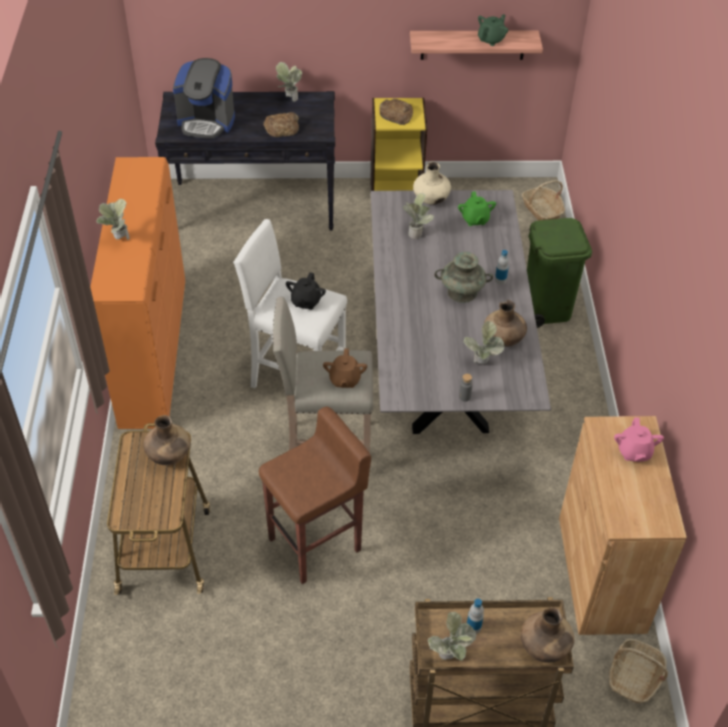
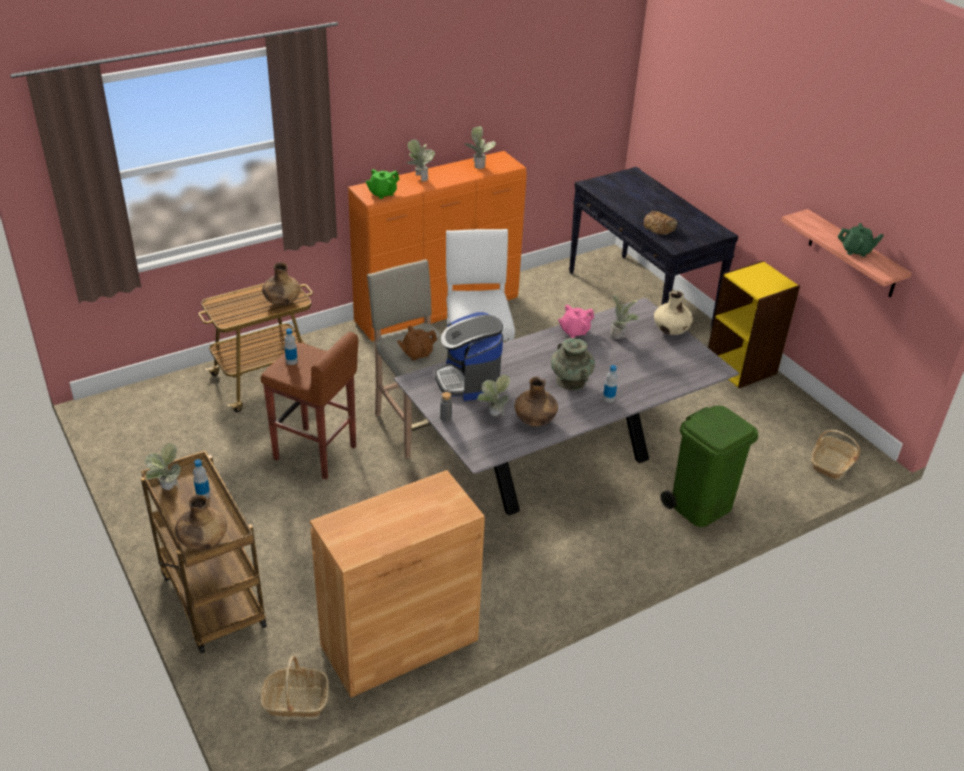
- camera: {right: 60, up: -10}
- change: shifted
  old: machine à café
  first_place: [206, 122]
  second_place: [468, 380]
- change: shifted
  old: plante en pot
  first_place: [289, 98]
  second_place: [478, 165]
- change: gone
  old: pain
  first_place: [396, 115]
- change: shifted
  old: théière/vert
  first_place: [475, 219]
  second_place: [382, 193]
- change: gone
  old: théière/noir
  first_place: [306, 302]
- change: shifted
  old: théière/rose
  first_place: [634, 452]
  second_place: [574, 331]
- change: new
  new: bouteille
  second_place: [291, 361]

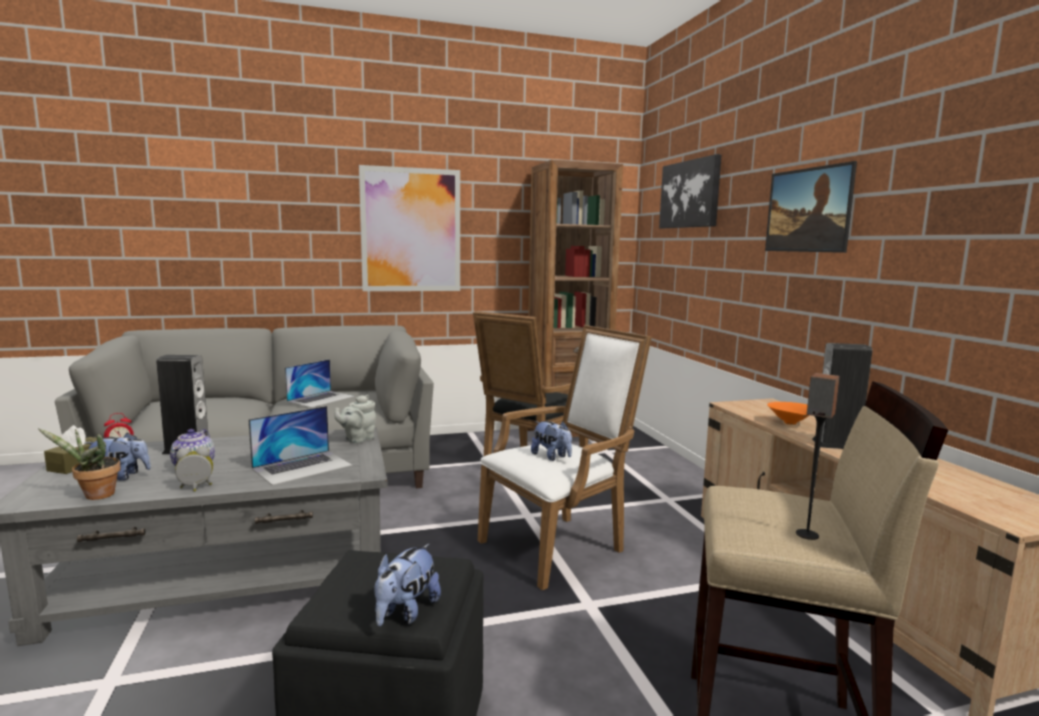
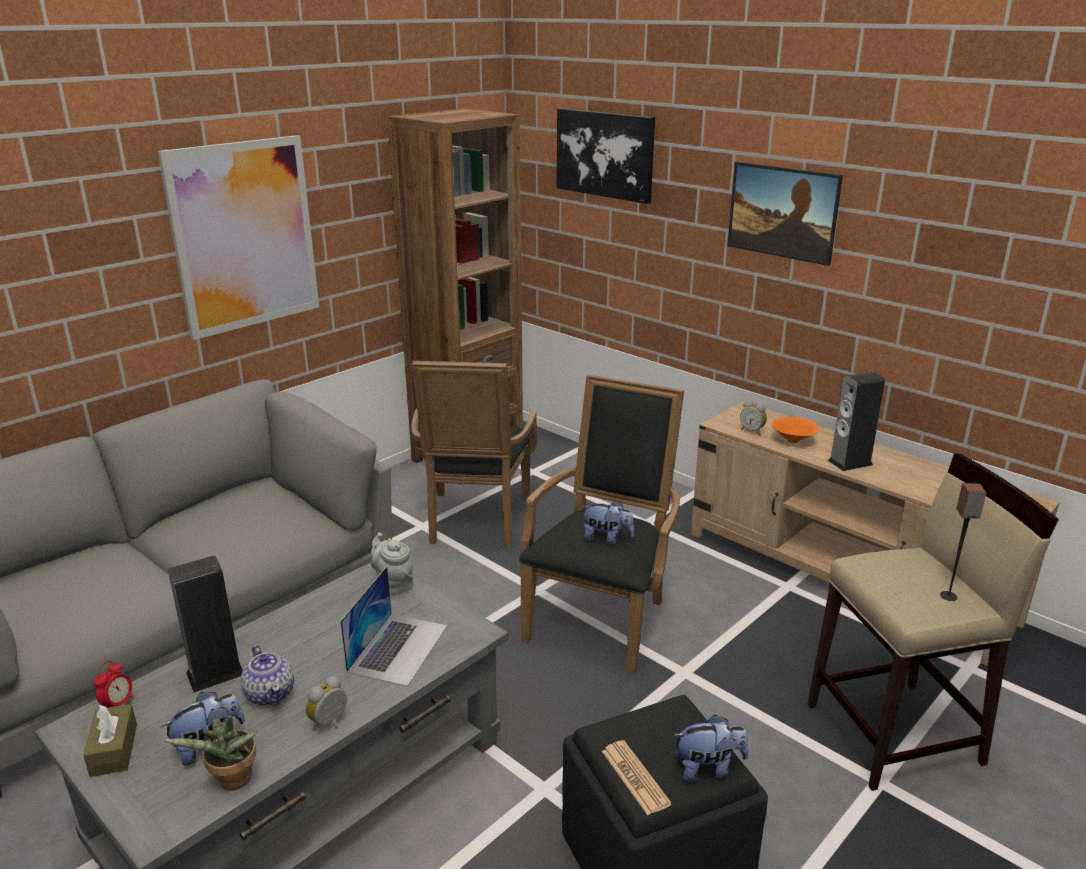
- camera: {right: -30, up: 15}
- change: repainted
  old: fauteuil/blanc
  new: fauteuil/noir
  first_place: [560, 545]
  second_place: [602, 616]
- change: gone
  old: ordinateur portable
  first_place: [321, 399]
- change: rotated
  old: théière/gris
  first_place: [357, 439]
  second_place: [393, 583]
  degrees: 135
- change: rotated
  old: peluche
  first_place: [405, 612]
  second_place: [708, 768]
  degrees: -90
- change: new
  new: réveil
  second_place: [752, 431]
- change: new
  new: journal
  second_place: [635, 777]

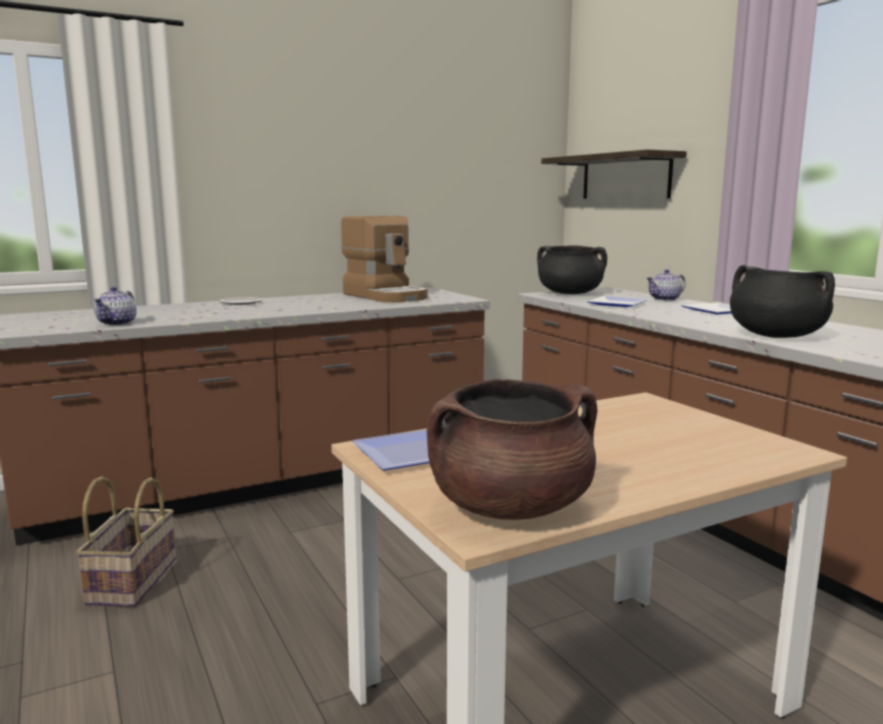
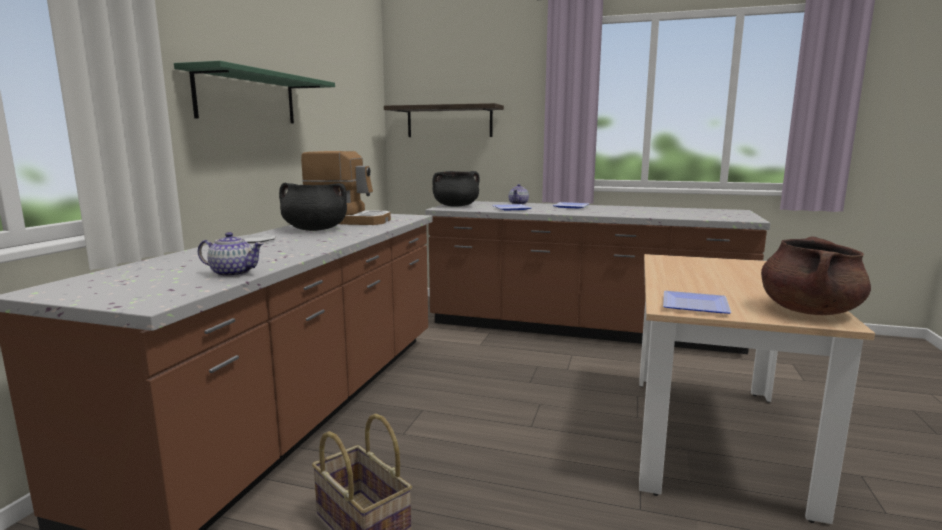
- camera: {right: -45, up: 0}
- change: shifted
  old: marmite/noir
  first_place: [775, 336]
  second_place: [315, 229]
- change: rotated
  old: théière
  first_place: [117, 323]
  second_place: [233, 273]
  degrees: -45
- change: new
  new: étagère/vert
  second_place: [247, 98]

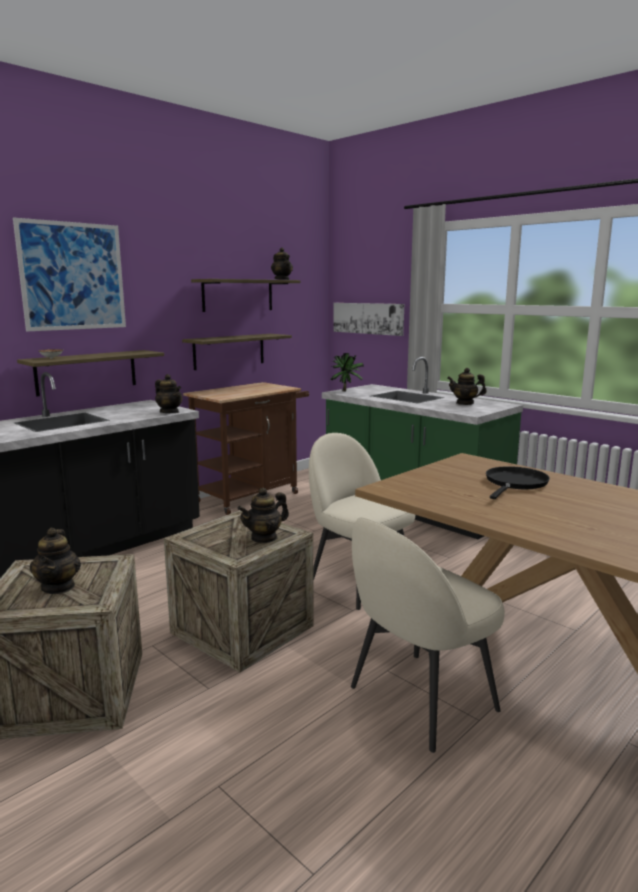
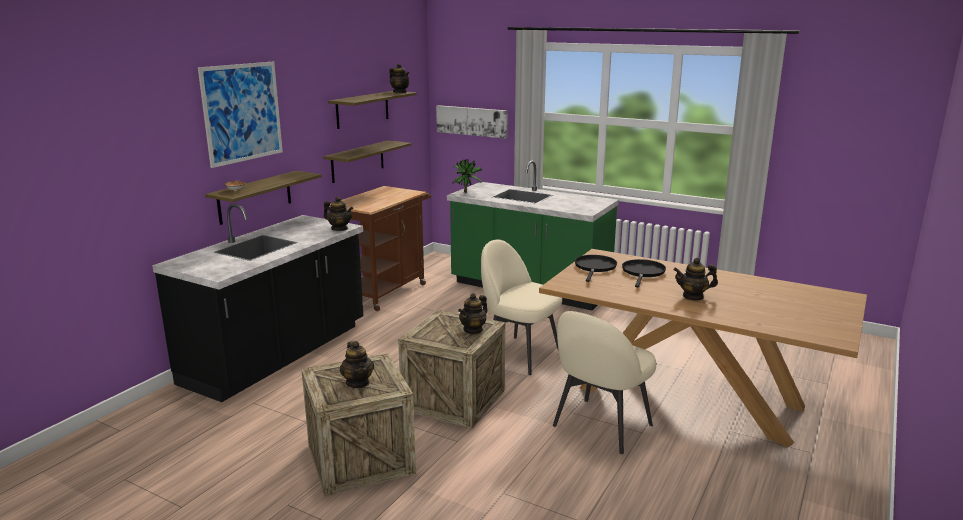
- camera: {right: -15, up: 5}
- change: shifted
  old: théière
  first_place: [465, 403]
  second_place: [693, 296]
- change: new
  new: poêle/noir
  second_place: [595, 267]

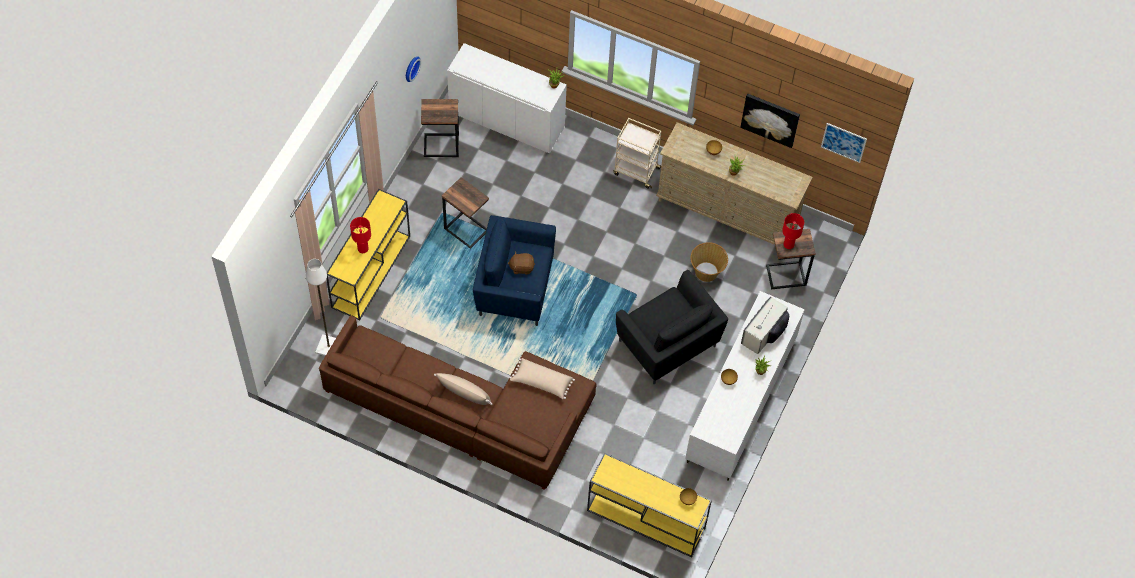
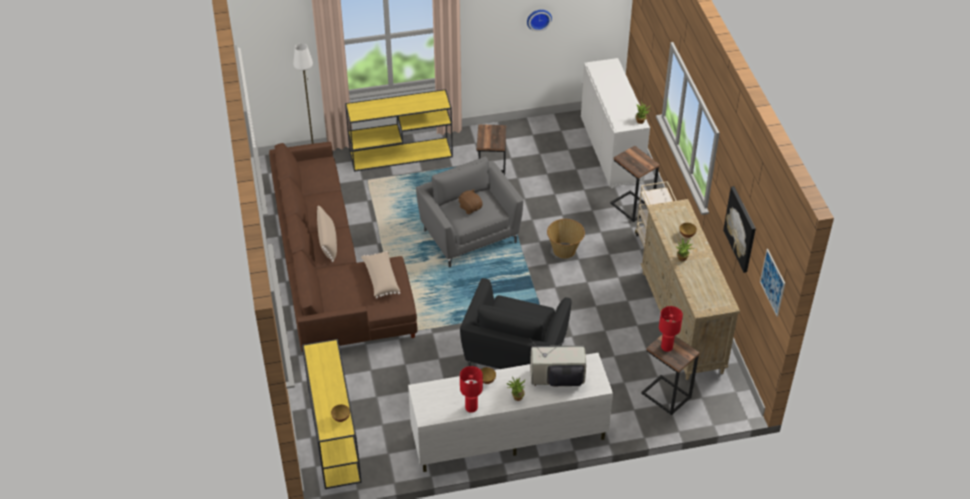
- camera: {right: 55, up: -15}
- change: shifted
  old: table d'appoint
  first_place: [441, 146]
  second_place: [631, 207]
- change: repainted
  old: fauteuil/bleu
  new: fauteuil/gris
  first_place: [514, 287]
  second_place: [469, 235]
- change: shifted
  old: lampe de table/rouge
  first_place: [363, 248]
  second_place: [471, 408]
- change: shifted
  old: panier
  first_place: [707, 271]
  second_place: [564, 250]

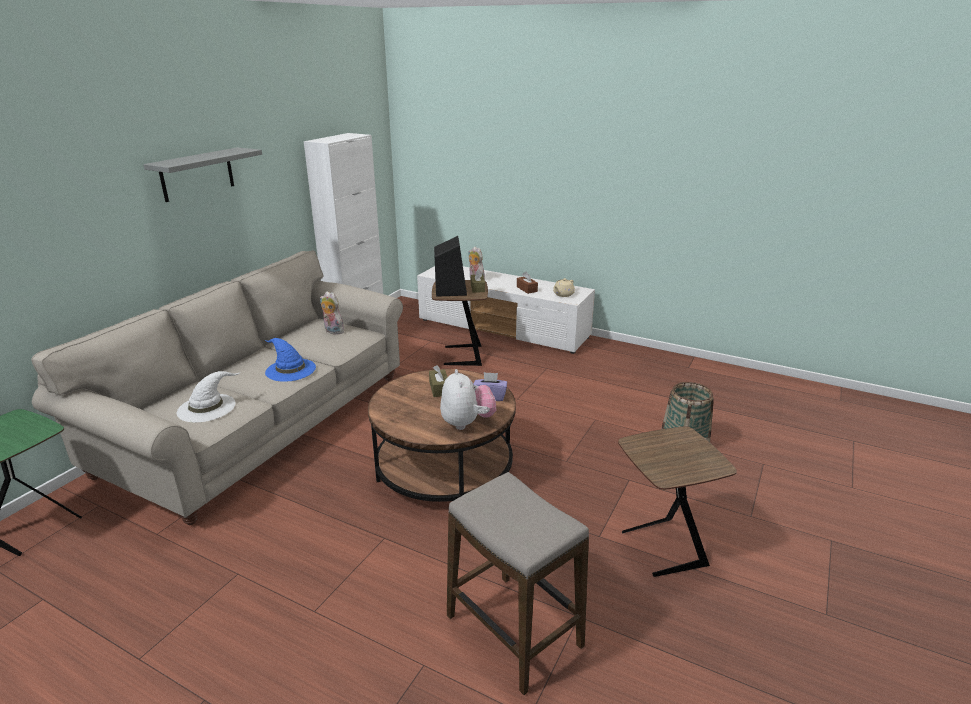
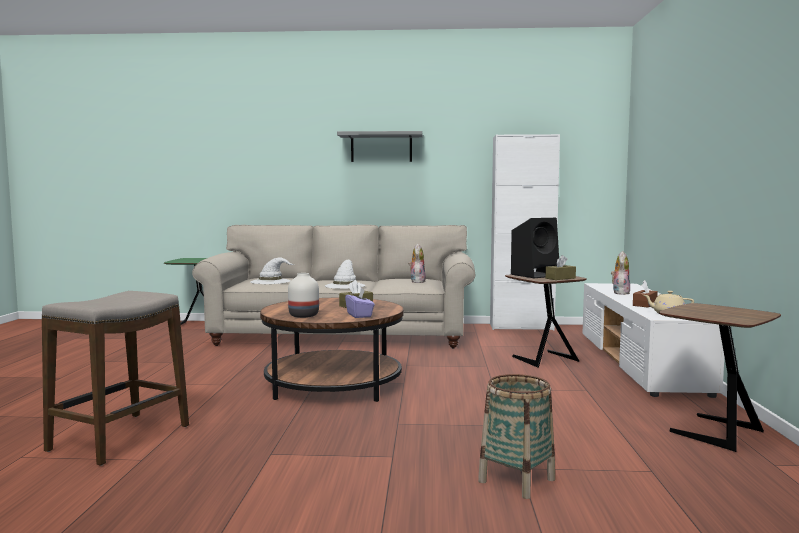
- camera: {right: 65, up: -20}
- change: repainted
  old: chapeau/bleu
  new: chapeau/blanc
  first_place: [290, 369]
  second_place: [344, 285]
- change: swapped
  old: peluche
  new: vase/blanc
  first_place: [467, 423]
  second_place: [304, 315]
- change: shifted
  old: table d'appoint/marron
  first_place: [661, 549]
  second_place: [712, 432]

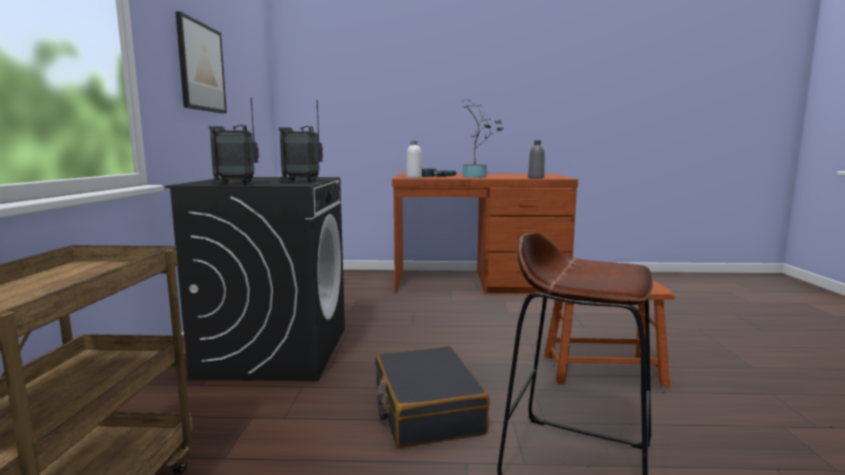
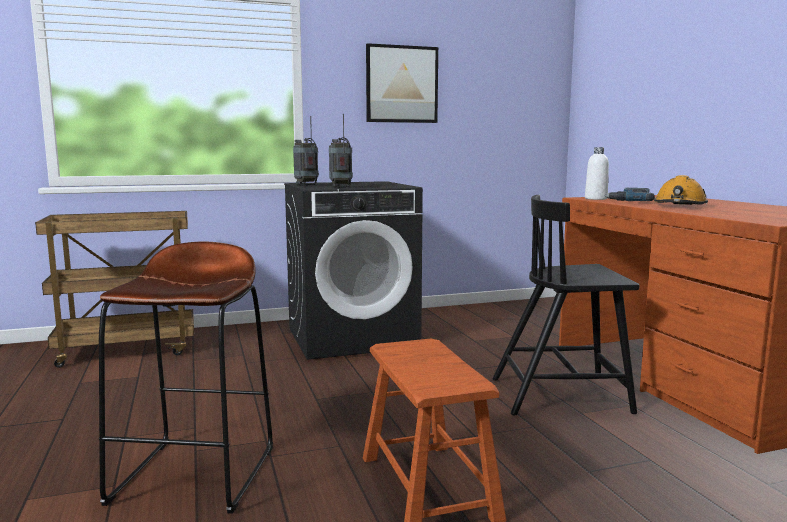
- camera: {right: 70, up: 0}
- change: swapped
  old: plante en pot
  new: casque de chantier/orange
  first_place: [477, 176]
  second_place: [679, 206]
- change: gone
  old: bouteille/gris
  first_place: [536, 178]
- change: gone
  old: valise/noir
  first_place: [426, 410]
- change: new
  new: chaise/noir
  second_place: [562, 395]

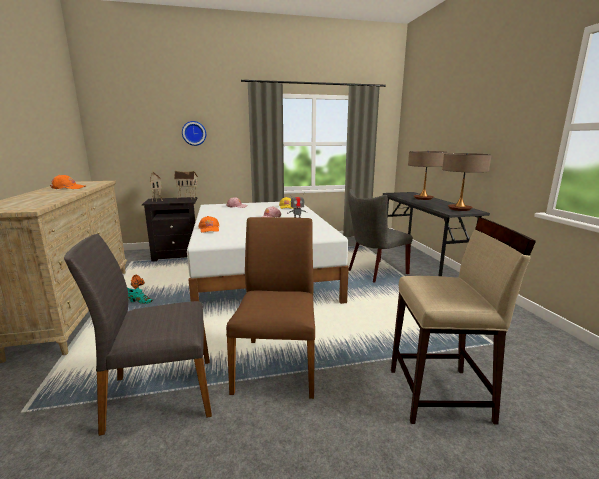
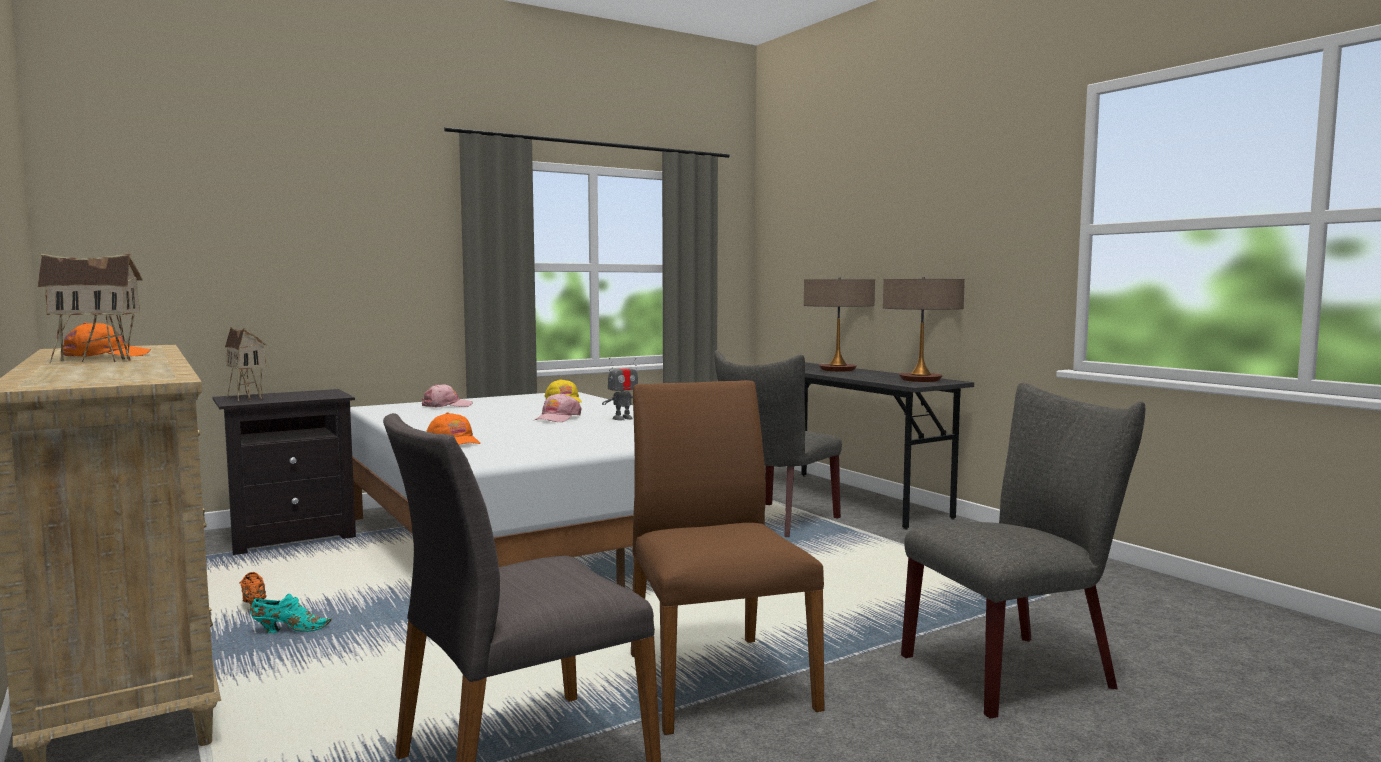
- camera: {right: -20, up: -10}
- change: gone
  old: horloge murale
  first_place: [194, 133]
- change: shifted
  old: maison miniature
  first_place: [188, 198]
  second_place: [97, 360]
- change: swapped
  old: tabouret/beige
  new: chaise/gris
  first_place: [440, 395]
  second_place: [1018, 670]

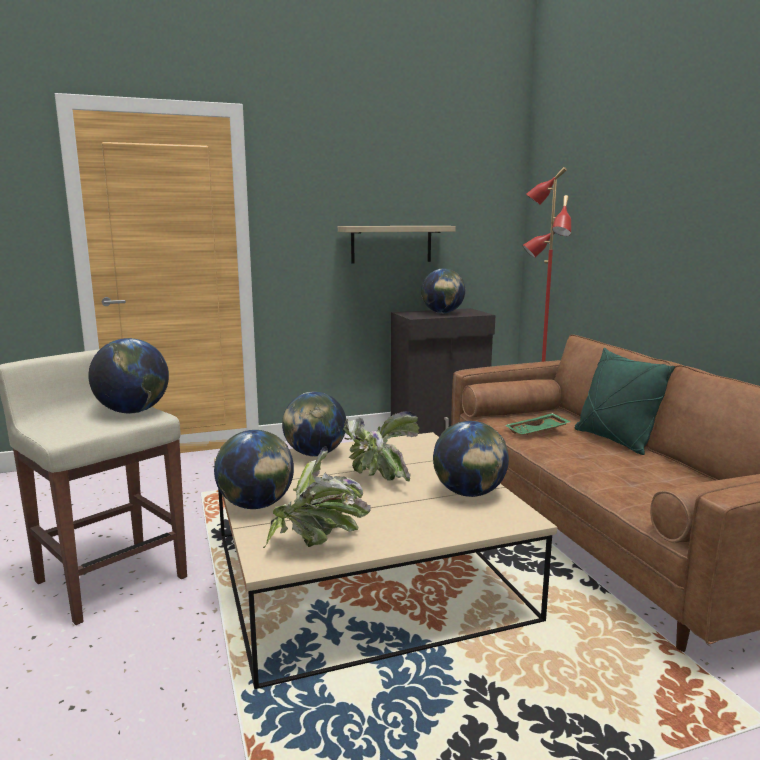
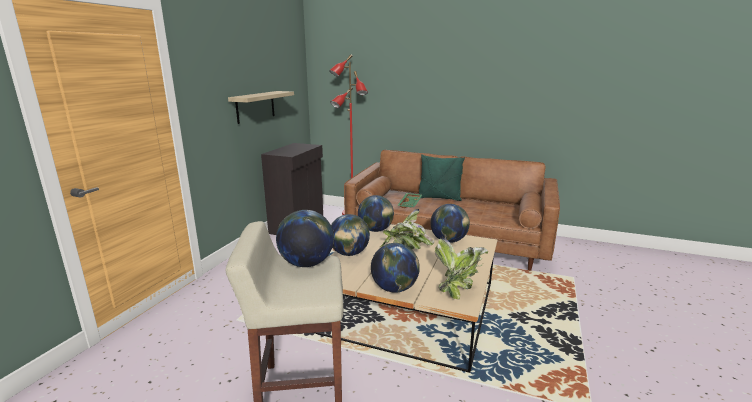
- camera: {right: -50, up: 5}
- change: shifted
  old: globe
  first_place: [442, 313]
  second_place: [375, 230]

